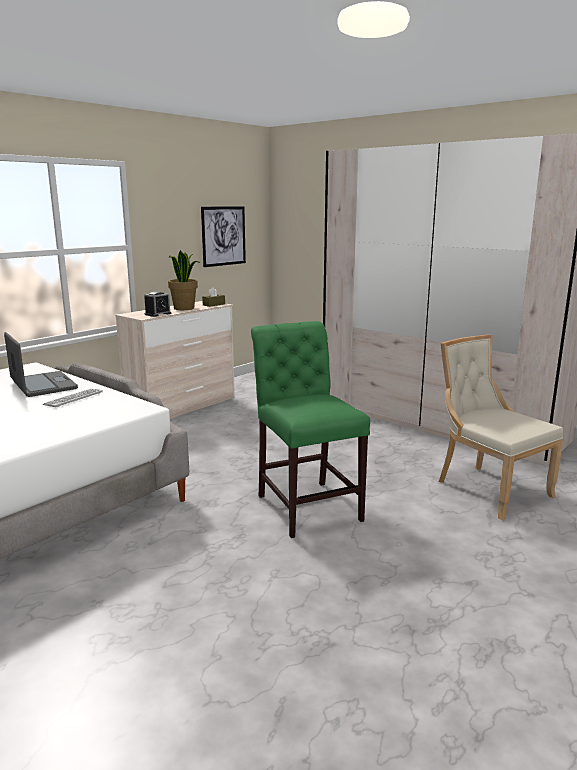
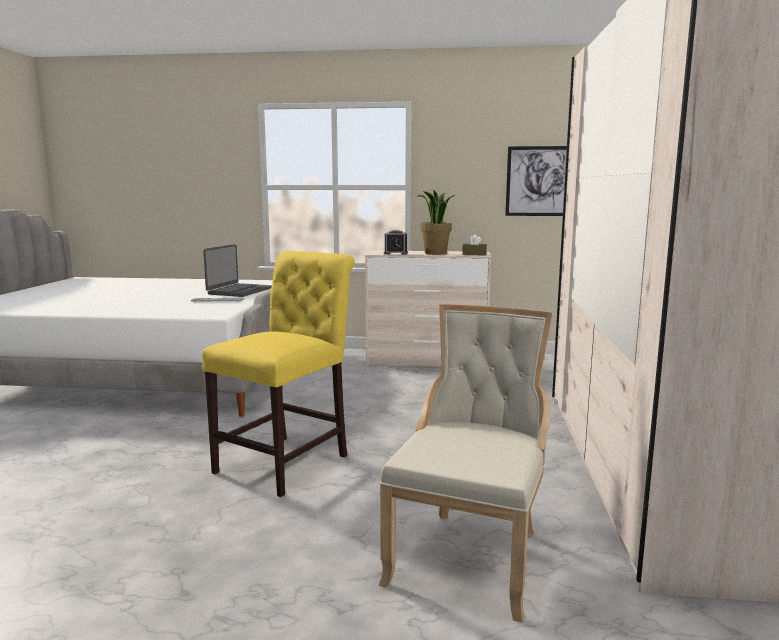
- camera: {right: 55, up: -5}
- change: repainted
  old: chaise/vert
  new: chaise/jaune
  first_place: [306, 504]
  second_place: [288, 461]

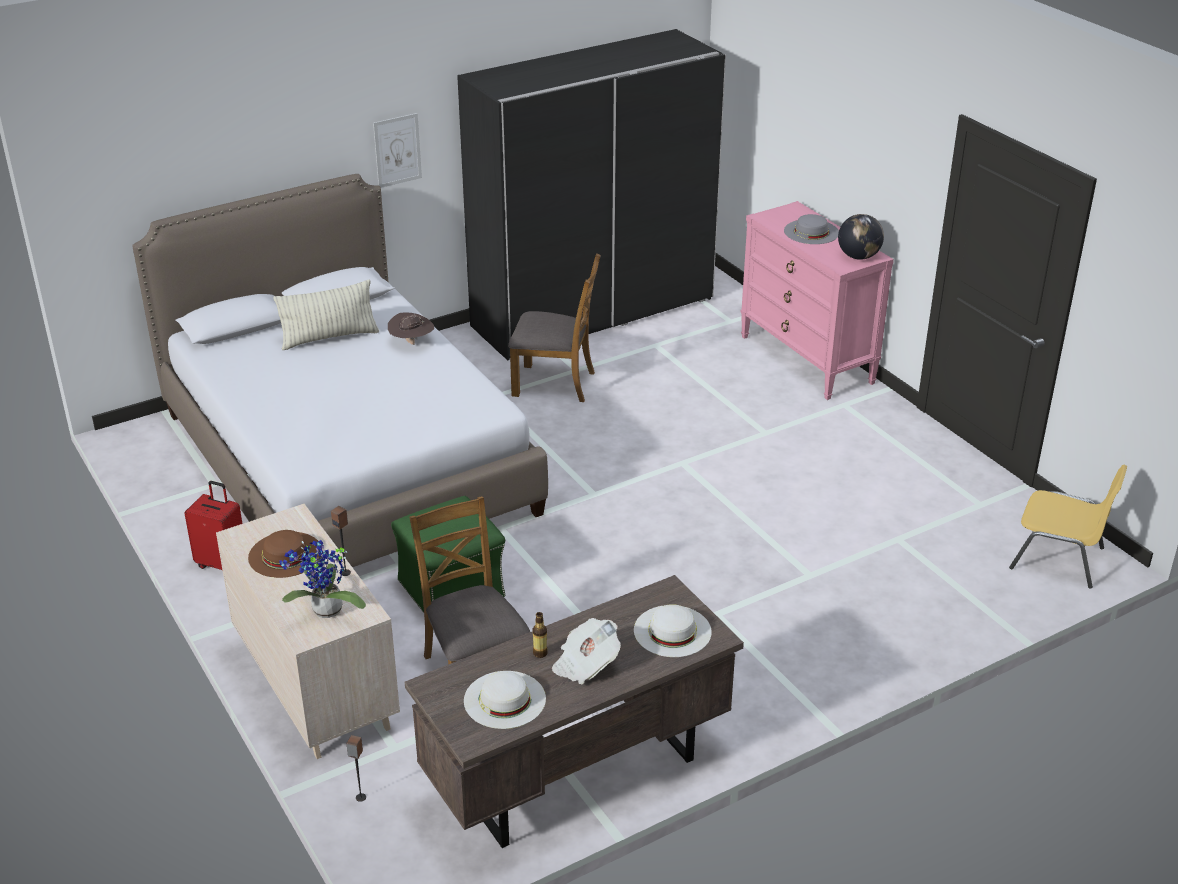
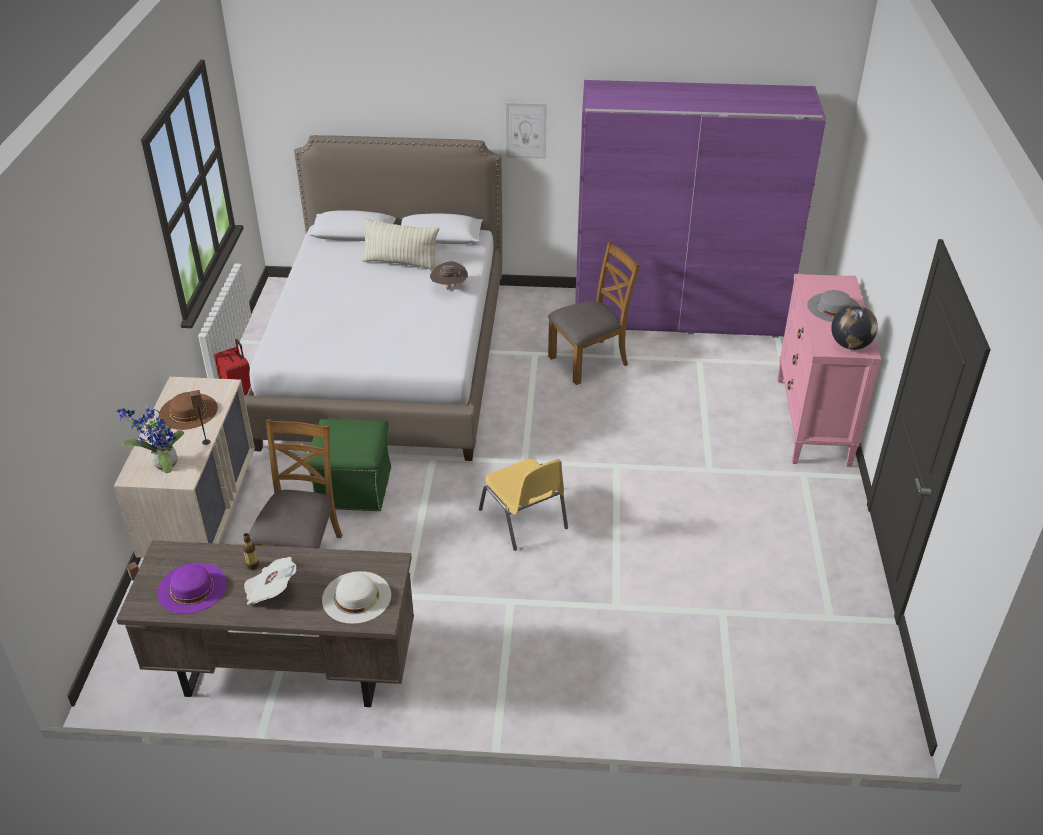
- camera: {right: 35, up: 5}
- change: repainted
  old: armoire/noir
  new: armoire/violet
  first_place: [593, 312]
  second_place: [679, 314]
- change: rotated
  old: chaise/marron
  first_place: [555, 383]
  second_place: [589, 361]
  degrees: -75
- change: shifted
  old: chaise/jaune
  first_place: [1058, 558]
  second_place: [524, 519]
- change: repainted
  old: chapeau/blanc
  new: chapeau/violet
  first_place: [504, 699]
  second_place: [192, 588]

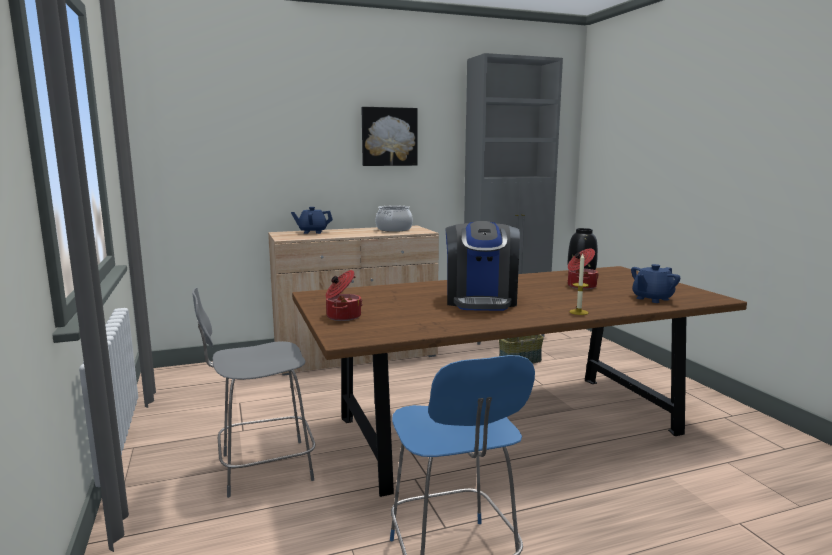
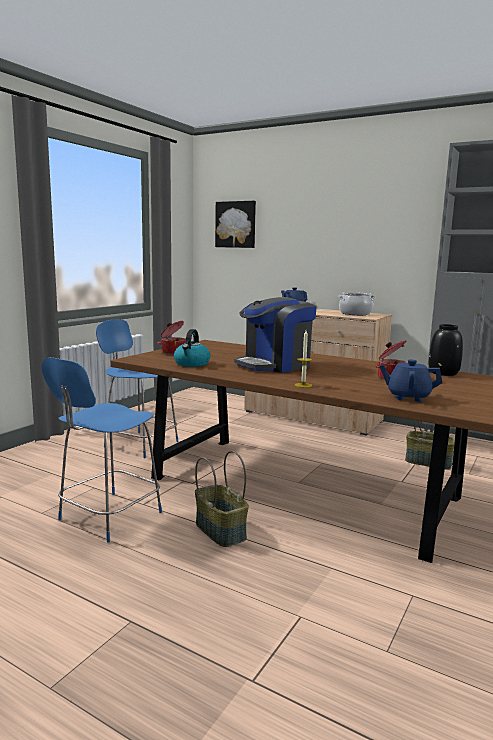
- camera: {right: 50, up: 0}
- change: shifted
  old: tableau
  first_place: [389, 137]
  second_place: [236, 224]
- change: repainted
  old: chaise/gris
  new: chaise/bleu
  first_place: [262, 468]
  second_place: [139, 444]
- change: new
  new: bouilloire
  second_place: [192, 364]
- change: new
  new: panier
  second_place: [221, 531]

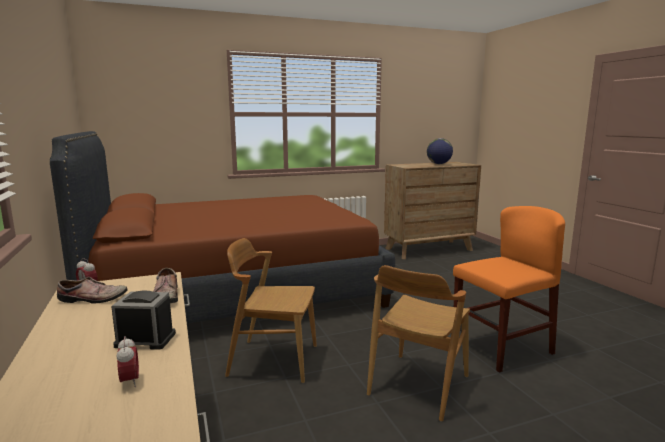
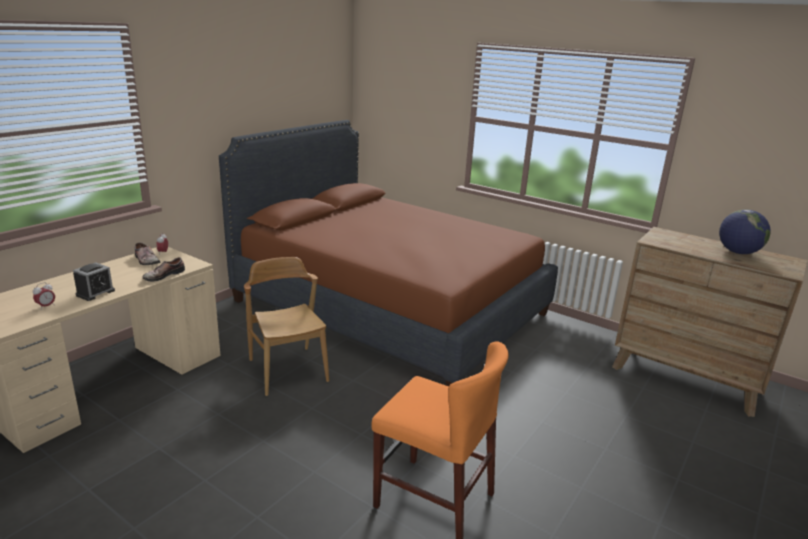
- camera: {right: 55, up: 10}
- change: gone
  old: chaise/marron
  first_place: [418, 385]
- change: rotated
  old: réveil
  first_place: [145, 339]
  second_place: [95, 293]
  degrees: 60

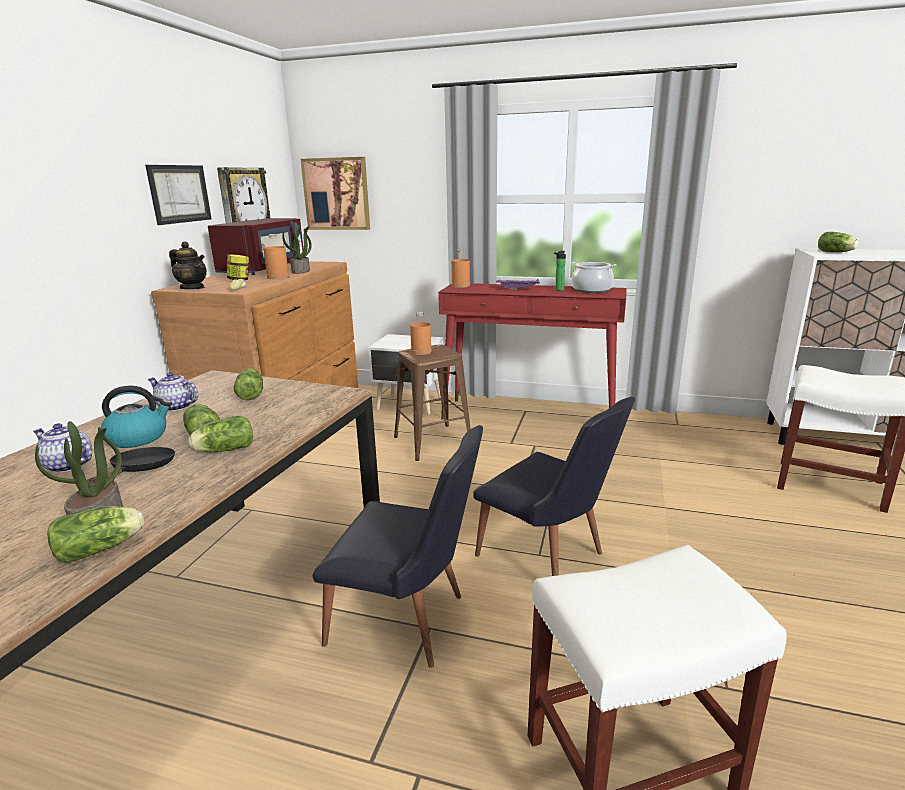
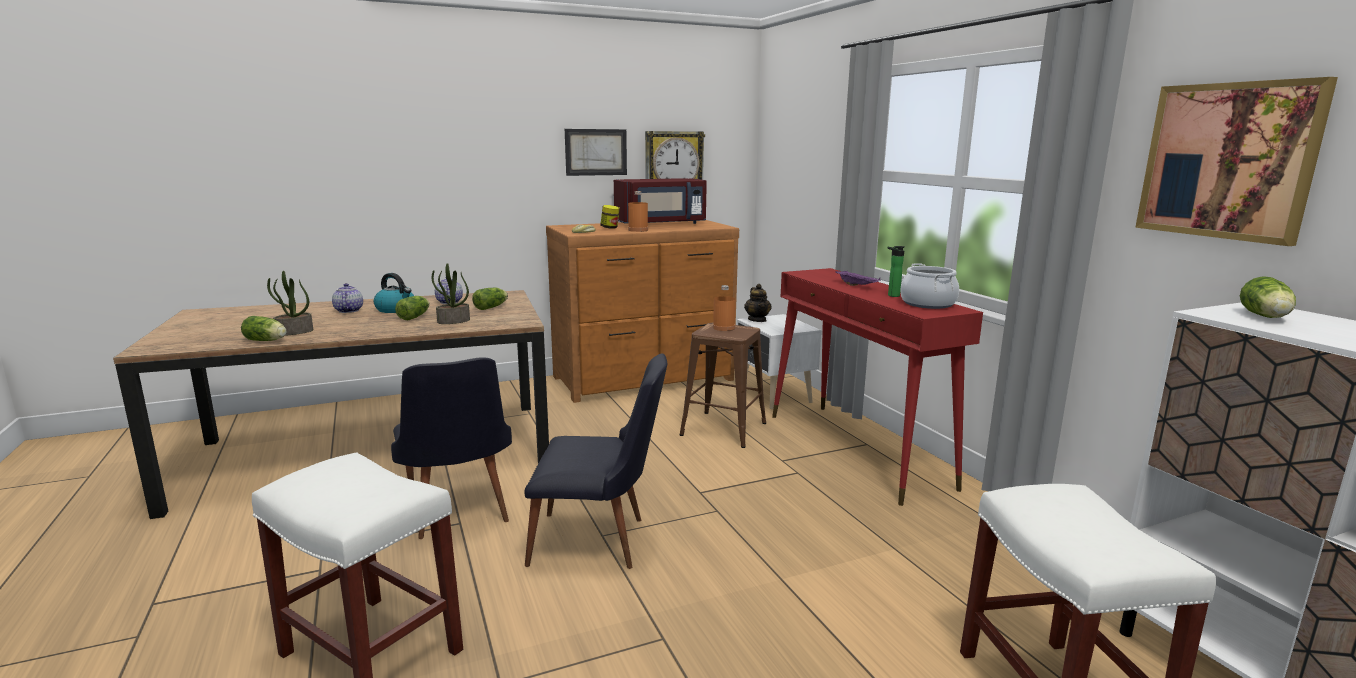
- camera: {right: 50, up: -5}
- change: shifted
  old: tableau
  first_place: [336, 194]
  second_place: [1228, 161]
- change: shifted
  old: plante en pot
  first_place: [301, 271]
  second_place: [453, 321]
- change: shifted
  old: théière
  first_place: [192, 288]
  second_place: [757, 320]
- change: gone
  old: bouteille/orange
  first_place: [460, 285]
- change: rotated
  old: chaise/noir
  first_place: [549, 559]
  second_place: [600, 542]
  degrees: -90
- change: gone
  old: laitue
  first_place: [223, 450]
- change: gone
  old: poêle/noir
  first_place: [140, 470]

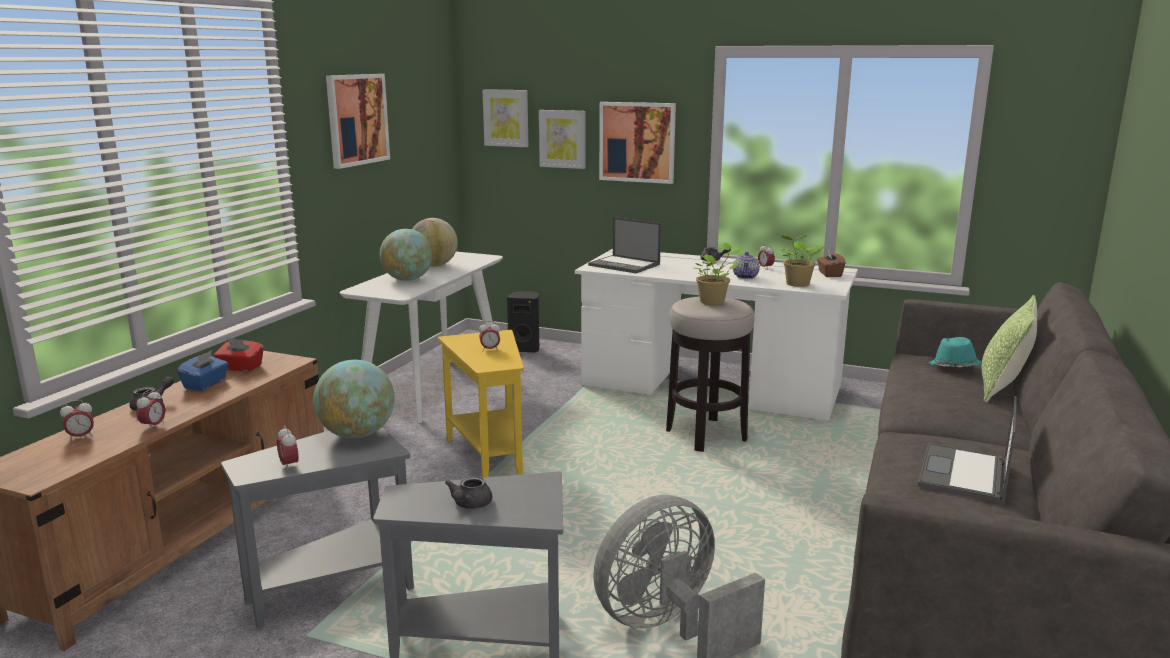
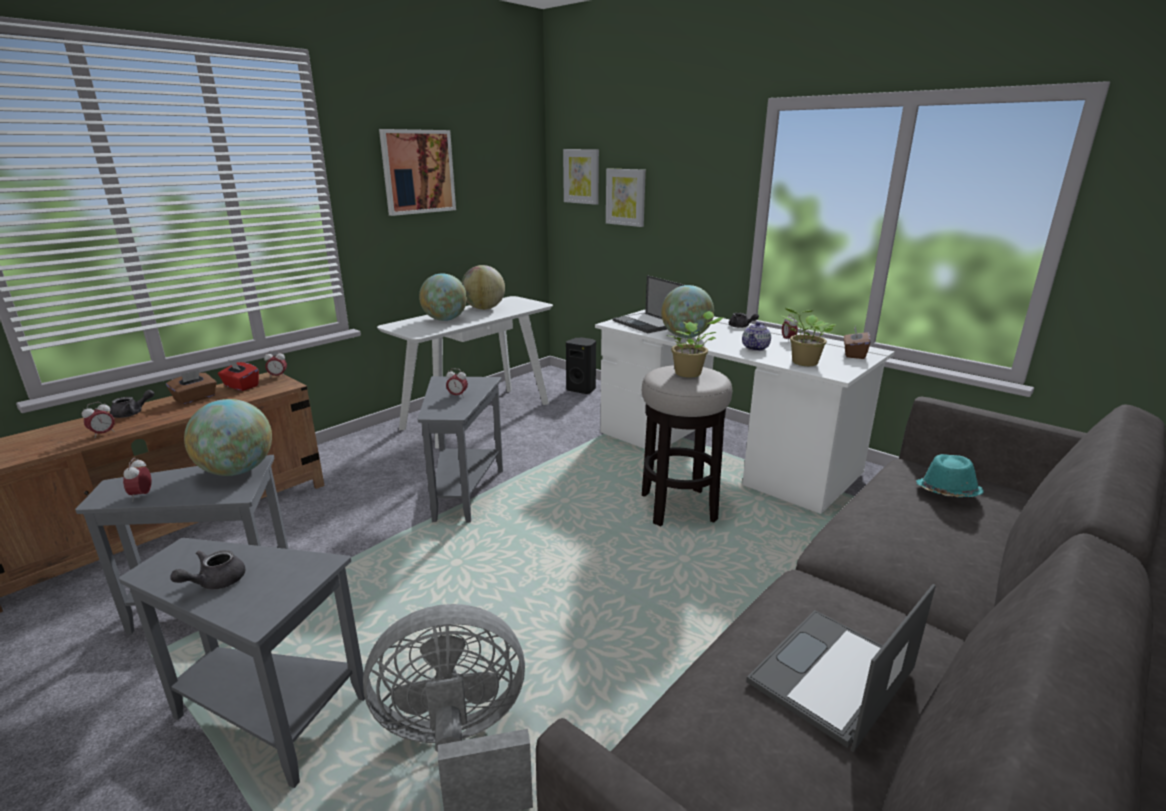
- camera: {right: 20, up: 5}
- change: gone
  old: tableau
  first_place: [637, 142]
- change: gone
  old: coussin
  first_place: [1002, 388]
- change: repainted
  old: table d'appoint/jaune
  new: table d'appoint/gris
  first_place: [489, 455]
  second_place: [464, 491]
- change: repainted
  old: boîte à mouchoirs/bleu
  new: boîte à mouchoirs/marron
  first_place: [205, 384]
  second_place: [195, 398]
- change: shifted
  old: réveil
  first_place: [81, 437]
  second_place: [278, 376]
- change: new
  new: globe
  second_place: [685, 336]

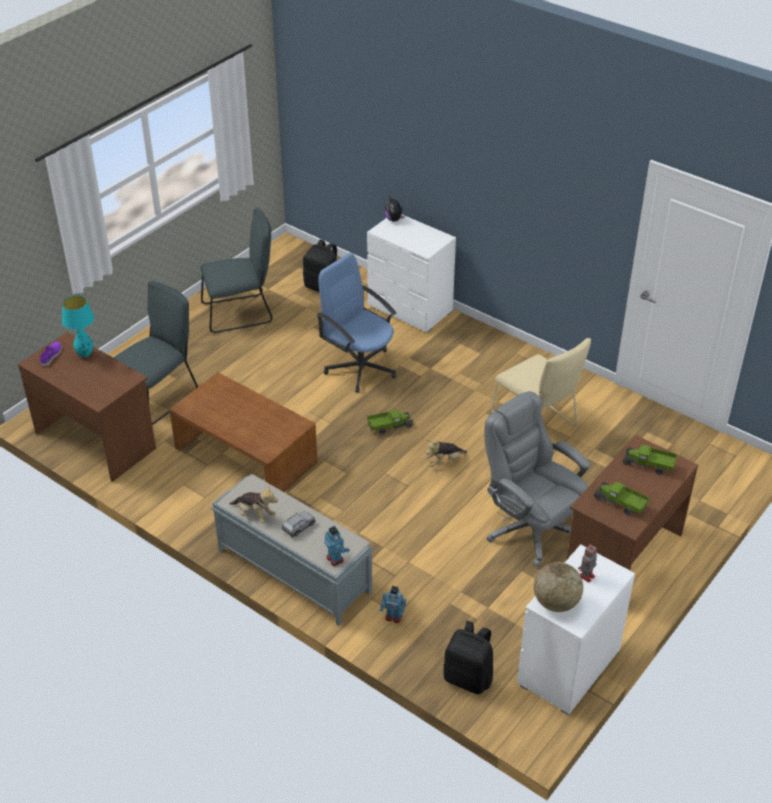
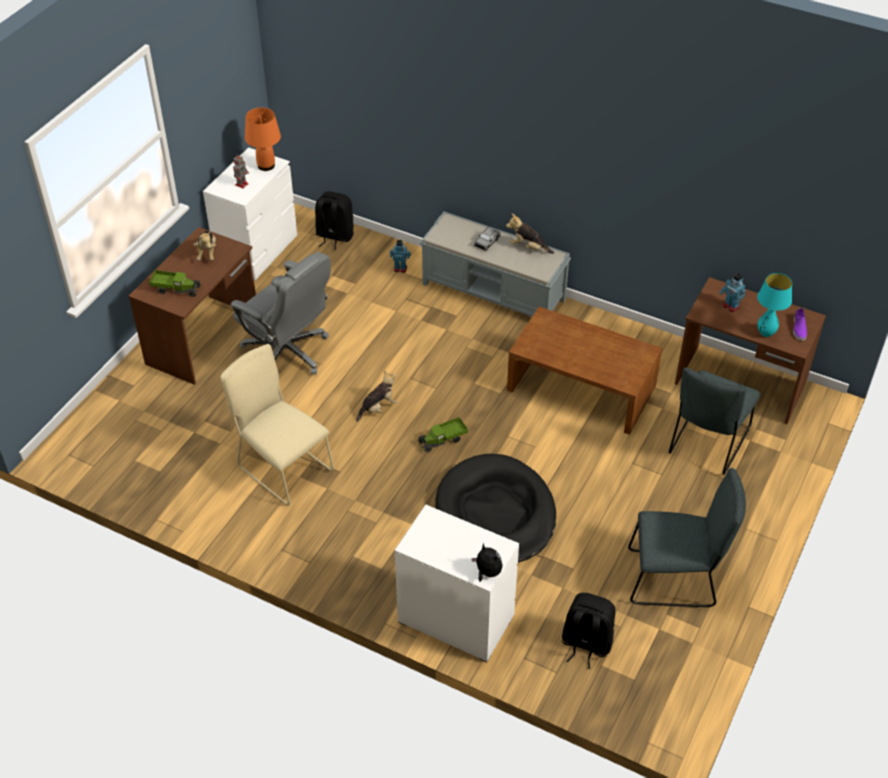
- camera: {right: 170, up: 5}
- change: rotated
  old: chaise/gris
  first_place: [240, 313]
  second_place: [675, 579]
  degrees: -150
- change: swapped
  old: chaise de bureau/bleu
  new: panier pour chien/noir
  first_place: [360, 367]
  second_place: [496, 513]
- change: swapped
  old: camion jouet
  new: peluche
  first_place: [620, 503]
  second_place: [207, 253]
- change: shifted
  old: robot jouet
  first_place: [335, 559]
  second_place: [730, 306]
- change: swapped
  old: globe
  new: lampe de table/orange
  first_place: [556, 602]
  second_place: [266, 165]

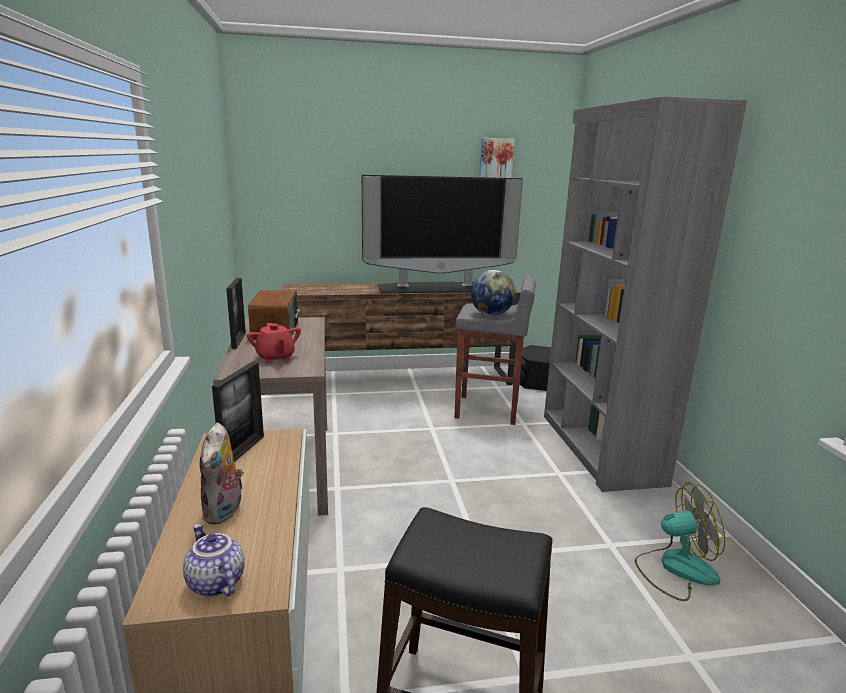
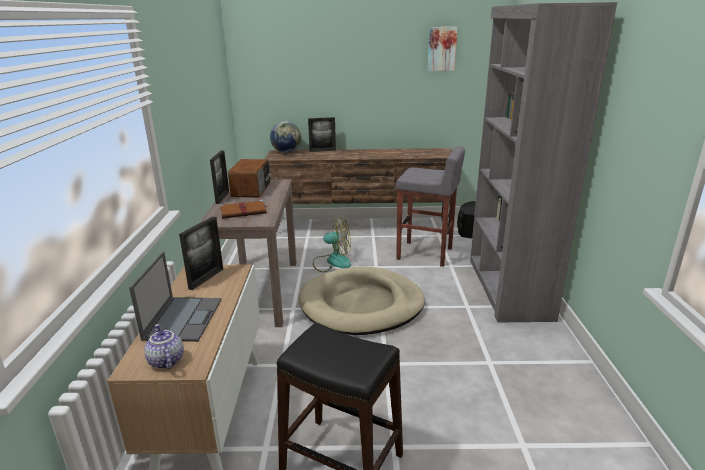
- camera: {right: 10, up: 5}
- change: gone
  old: téléviseur
  first_place: [437, 288]
- change: shifted
  old: globe
  first_place: [491, 314]
  second_place: [286, 152]
- change: swapped
  old: théière/rouge
  new: livre/marron
  first_place: [275, 358]
  second_place: [244, 211]
- change: swapped
  old: peluche
  new: ordinateur portable
  first_place: [225, 512]
  second_place: [183, 318]
- change: shifted
  old: ventilateur
  first_place: [675, 569]
  second_place: [332, 262]
- change: new
  new: cadre photo
  second_place: [322, 150]
- change: new
  new: panier pour chien/beige
  second_place: [361, 305]

